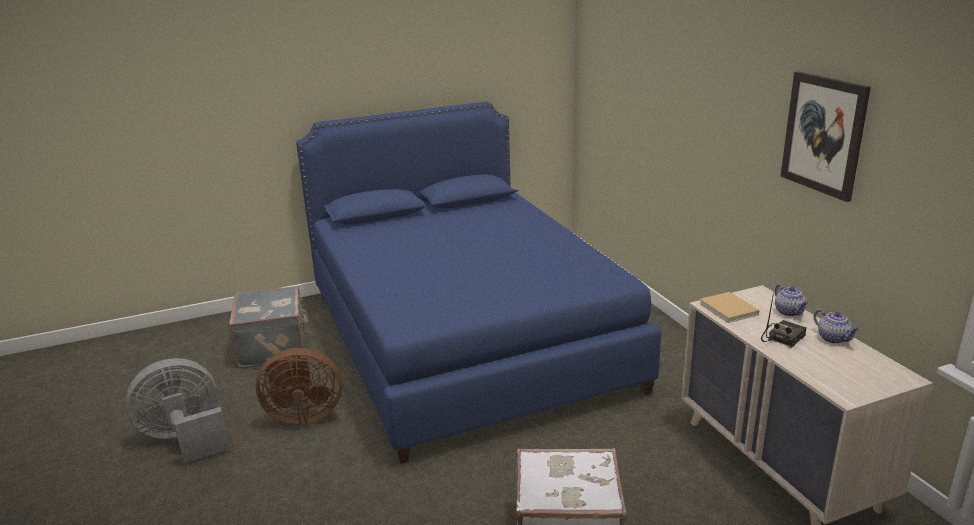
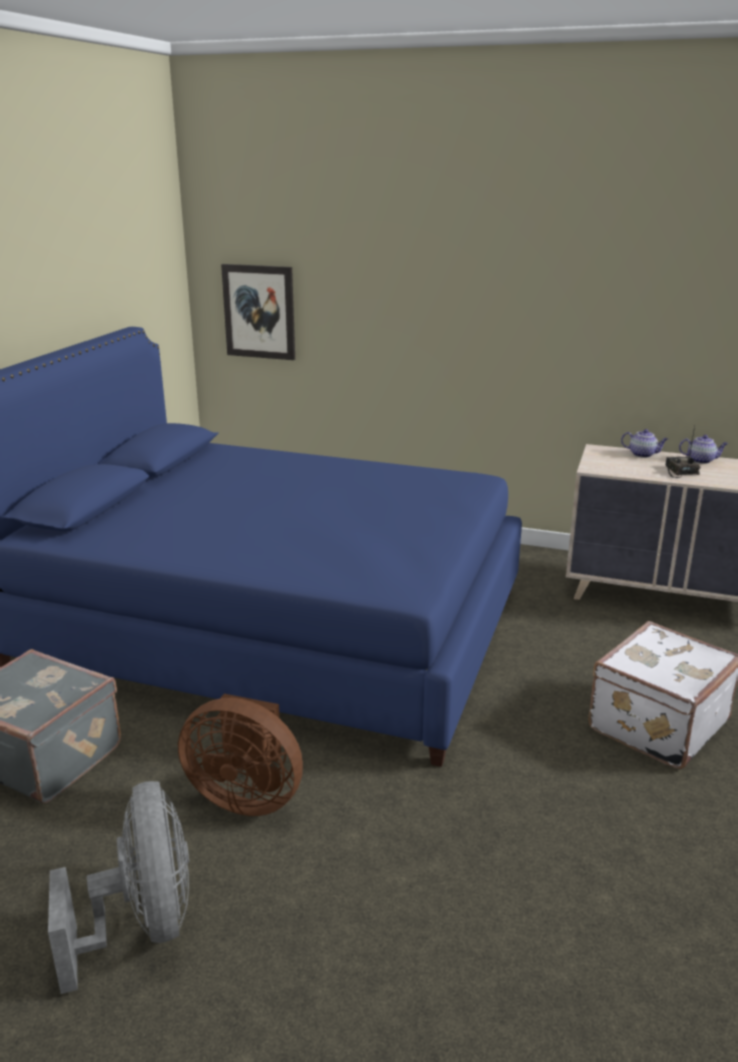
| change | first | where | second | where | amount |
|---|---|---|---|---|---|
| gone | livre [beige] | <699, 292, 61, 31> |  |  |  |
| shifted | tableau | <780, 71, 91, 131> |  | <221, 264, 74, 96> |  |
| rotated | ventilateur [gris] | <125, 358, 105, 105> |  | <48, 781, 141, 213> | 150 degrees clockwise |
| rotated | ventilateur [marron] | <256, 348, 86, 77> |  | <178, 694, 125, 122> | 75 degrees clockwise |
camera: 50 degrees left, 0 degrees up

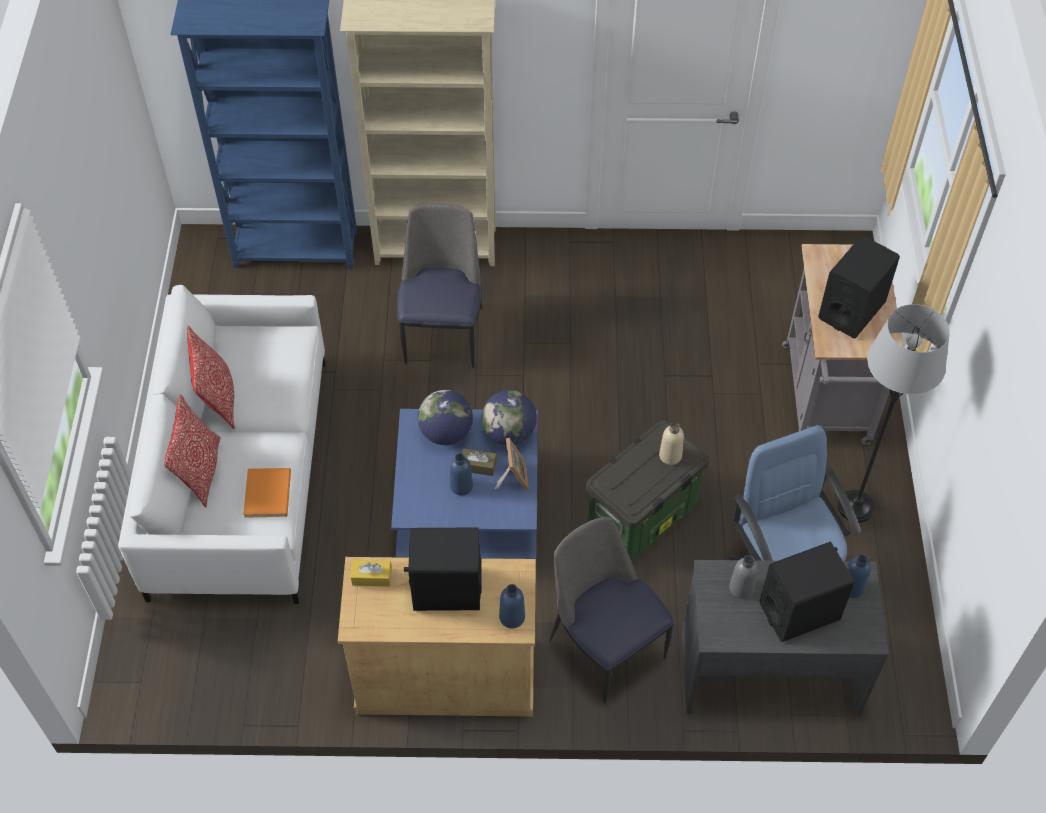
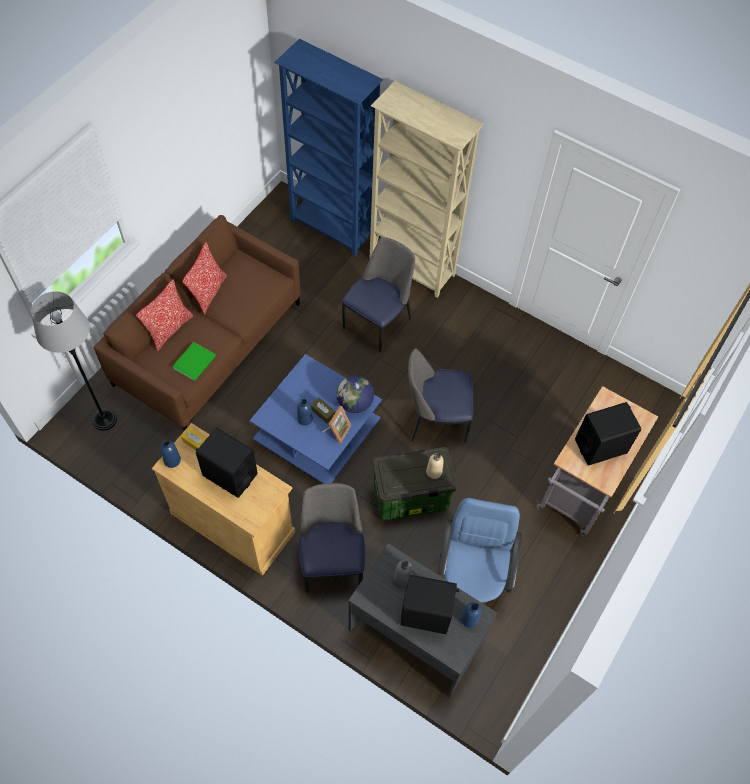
| change | first | where | second | where | amount |
|---|---|---|---|---|---|
| gone | globe | <417, 390, 56, 55> |  |  |  |
| new |  |  | chaise | <408, 348, 65, 95> |  |
| shifted | bouteille [bleu] | <499, 584, 26, 44> |  | <160, 440, 21, 28> |  |
| shifted | lampadaire [gris] | <838, 304, 112, 219> |  | <31, 291, 86, 140> |  |
| repainted | canapé [blanc] | <118, 285, 208, 319> | canapé [marron] | <94, 215, 206, 216> |  |
| repainted | livre [orange] | <243, 468, 48, 50> | livre [vert] | <172, 342, 44, 39> |  |
camera: 30 degrees right, 5 degrees up

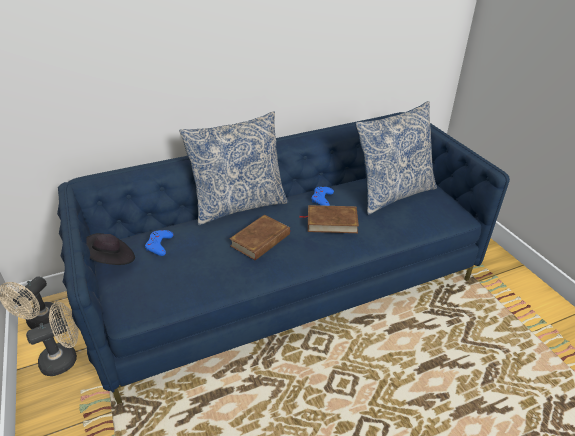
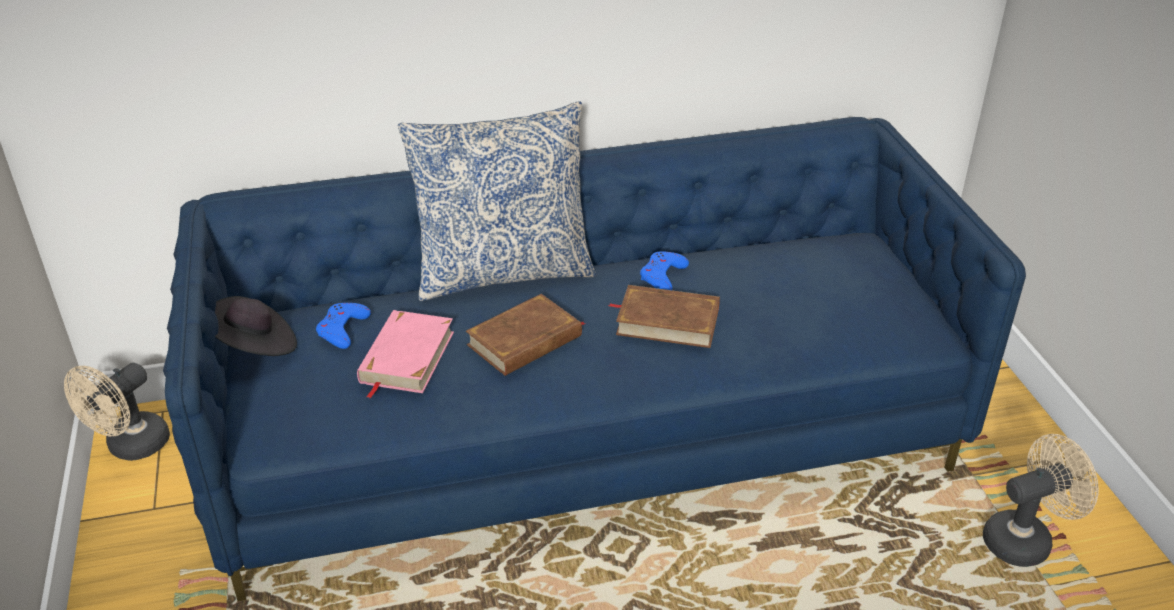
| change | first | where | second | where | amount |
|---|---|---|---|---|---|
| gone | coussin | <355, 101, 82, 114> |  |  |  |
| new |  |  | livre [rose] | <357, 310, 97, 88> |  |
| shifted | ventilateur [beige] | <26, 302, 52, 74> |  | <983, 434, 116, 133> |  |
camera: 10 degrees right, 0 degrees up

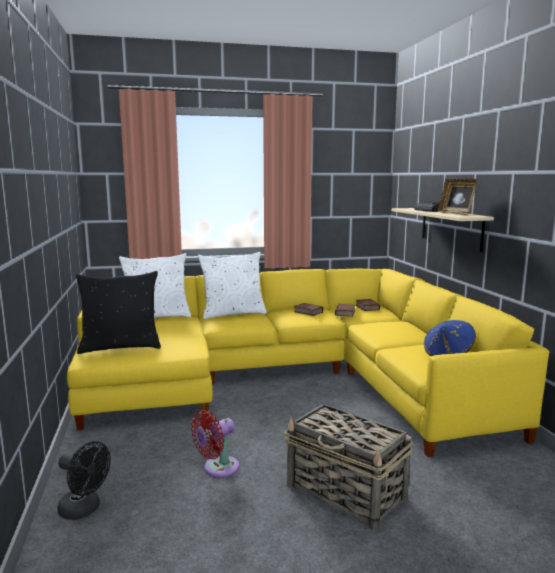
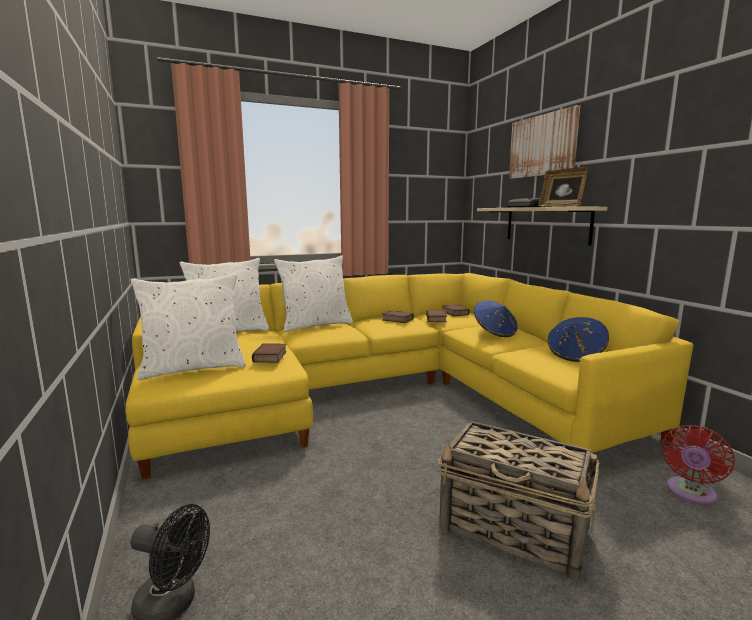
| change | first | where | second | where | amount |
|---|---|---|---|---|---|
| new |  |  | livre | <252, 343, 35, 20> |  |
| new |  |  | chapeau [bleu] | <474, 300, 44, 37> |  |
| new |  |  | tableau | <509, 105, 71, 74> |  |
| shifted | ventilateur [rouge] | <191, 410, 48, 68> |  | <662, 425, 73, 80> |  |
| repainted | coussin [noir] | <76, 271, 85, 83> | coussin [blanc] | <131, 273, 115, 107> |  |
camera: 10 degrees left, 0 degrees up

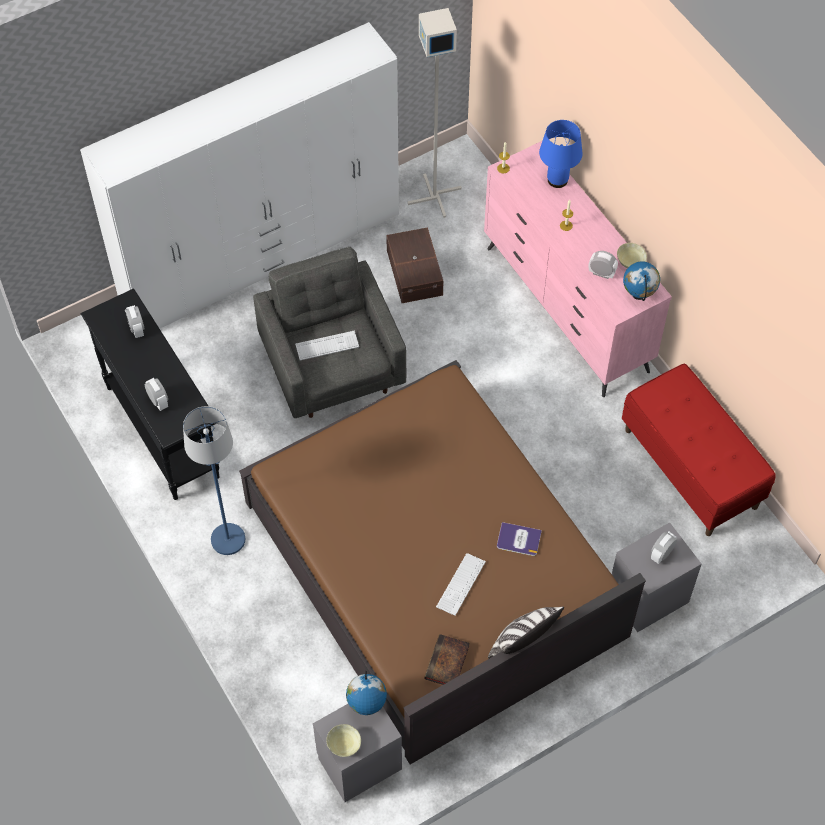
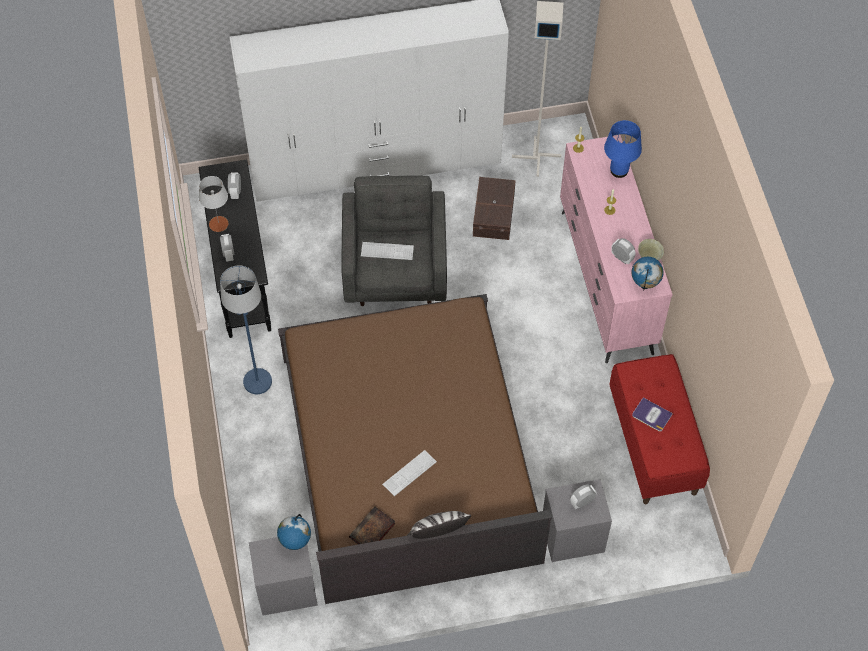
| change | first | where | second | where | amount |
|---|---|---|---|---|---|
| gone | bol [beige] | <326, 724, 35, 33> |  |  |  |
| new |  |  | lampe de table [gris] | <199, 176, 29, 56> |  |
| shifted | livre | <497, 522, 45, 34> |  | <632, 398, 41, 34> |  |
camera: 20 degrees right, 0 degrees up

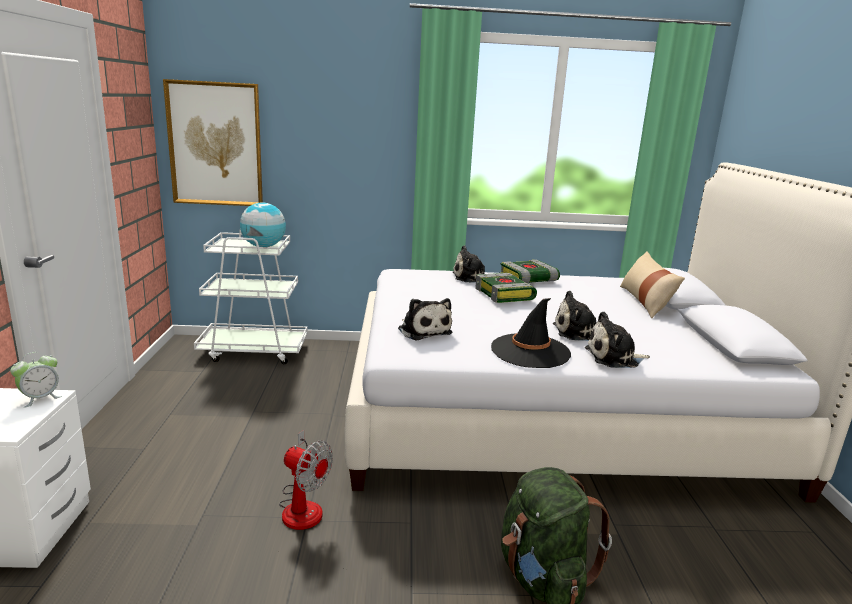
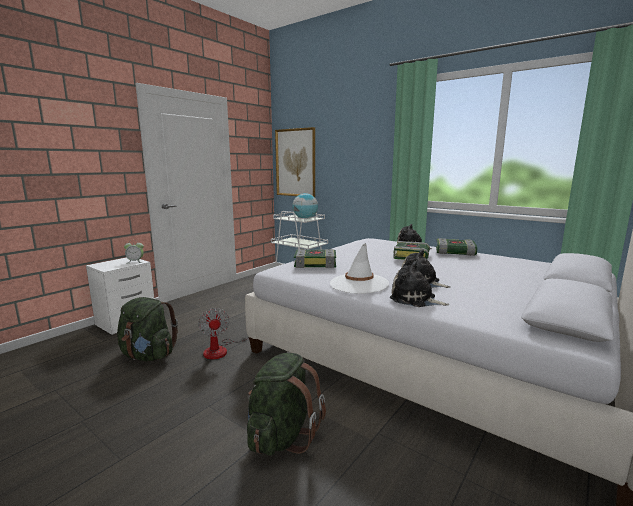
| change | first | where | second | where | amount |
|---|---|---|---|---|---|
| gone | coussin [beige] | <620, 251, 65, 67> |  |  |  |
| new |  |  | sac à dos [vert] | <117, 297, 61, 64> |  |
| swapped | peluche | <398, 298, 54, 43> | livre | <294, 249, 42, 19> |  |
| repainted | chapeau [noir] | <491, 298, 80, 70> | chapeau [blanc] | <330, 243, 59, 51> |  |
camera: 40 degrees right, 5 degrees down

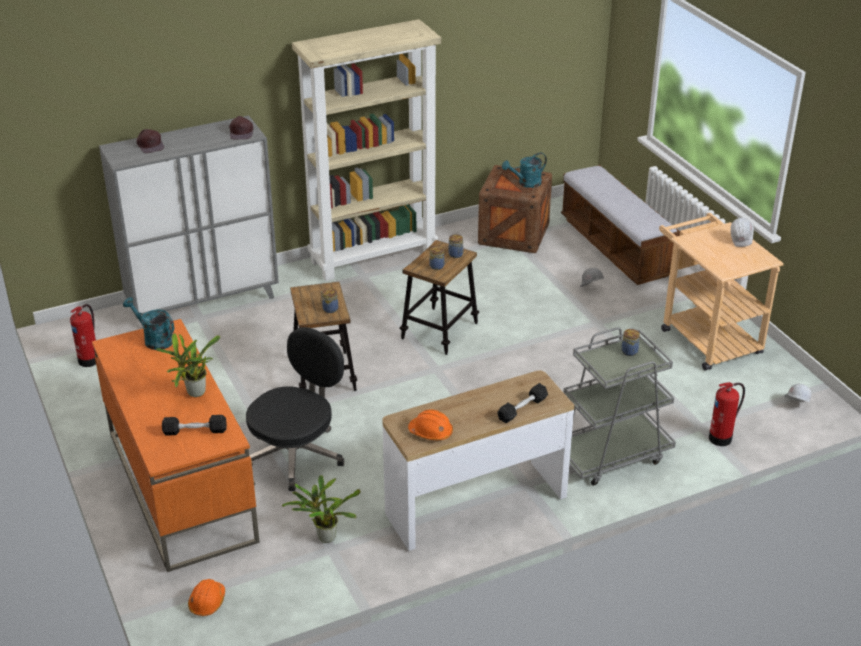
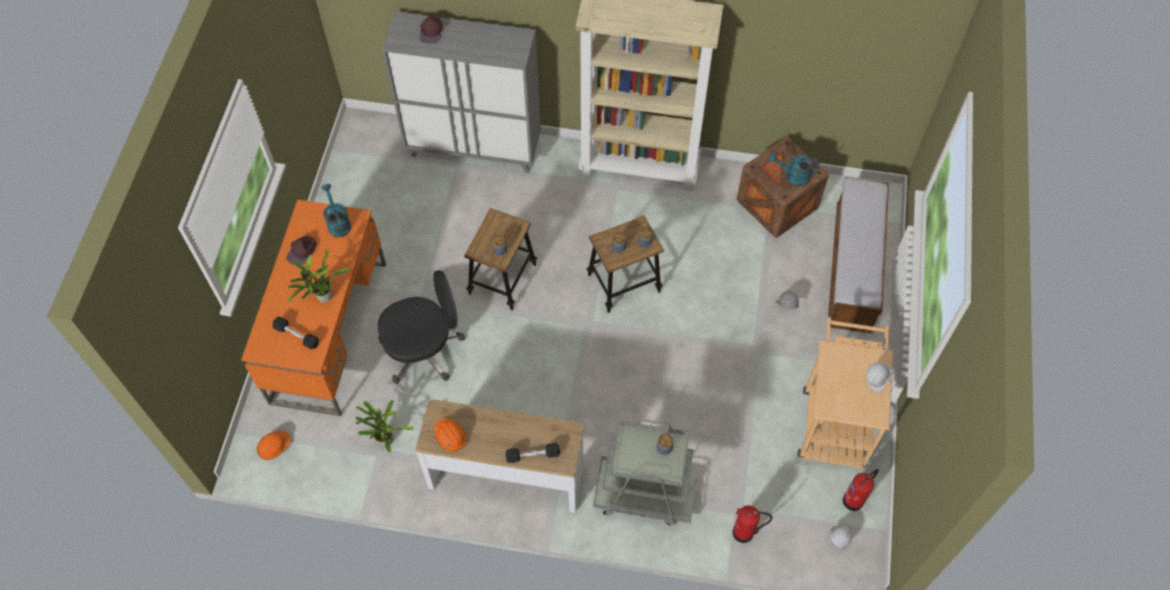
| change | first | where | second | where | amount |
|---|---|---|---|---|---|
| shifted | extincteur | <70, 304, 26, 63> |  | <843, 469, 36, 42> |  |
| shifted | casquette [marron] | <229, 116, 24, 24> |  | <286, 236, 31, 29> |  |
camera: 35 degrees right, 25 degrees up

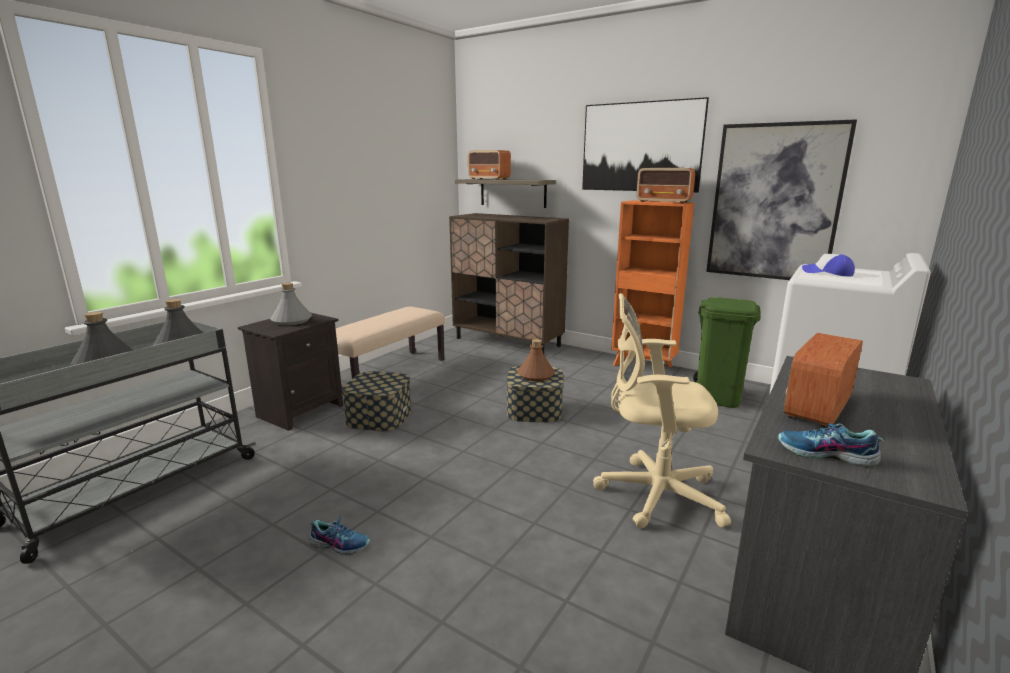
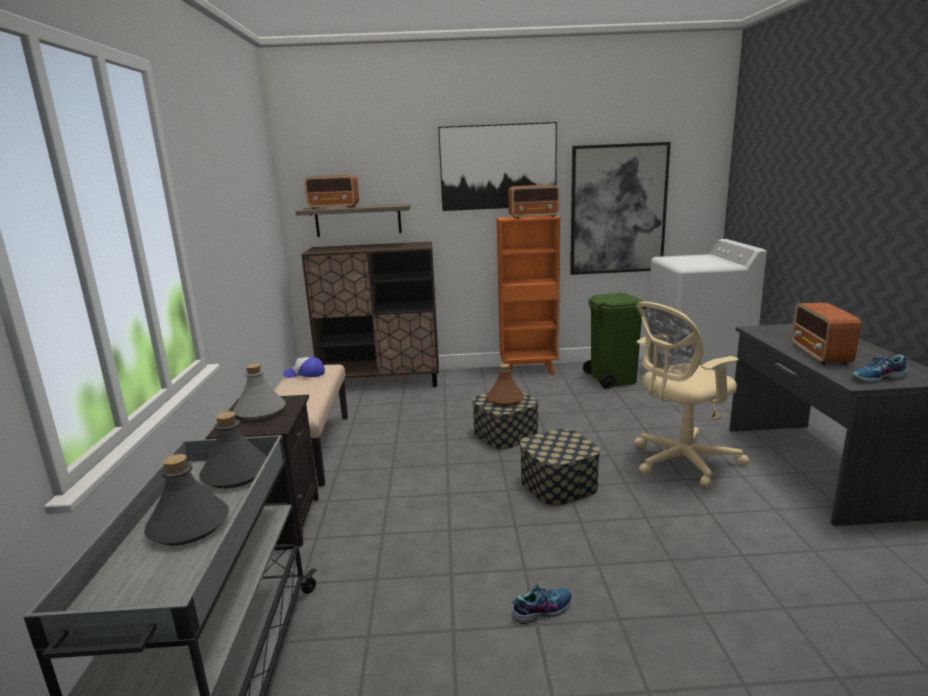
| change | first | where | second | where | amount |
|---|---|---|---|---|---|
| shifted | boîte de rangement | <342, 371, 69, 61> |  | <520, 429, 80, 77> |  |
| shifted | casquette | <802, 254, 53, 22> |  | <283, 357, 42, 21> |  |
camera: 35 degrees left, 0 degrees up

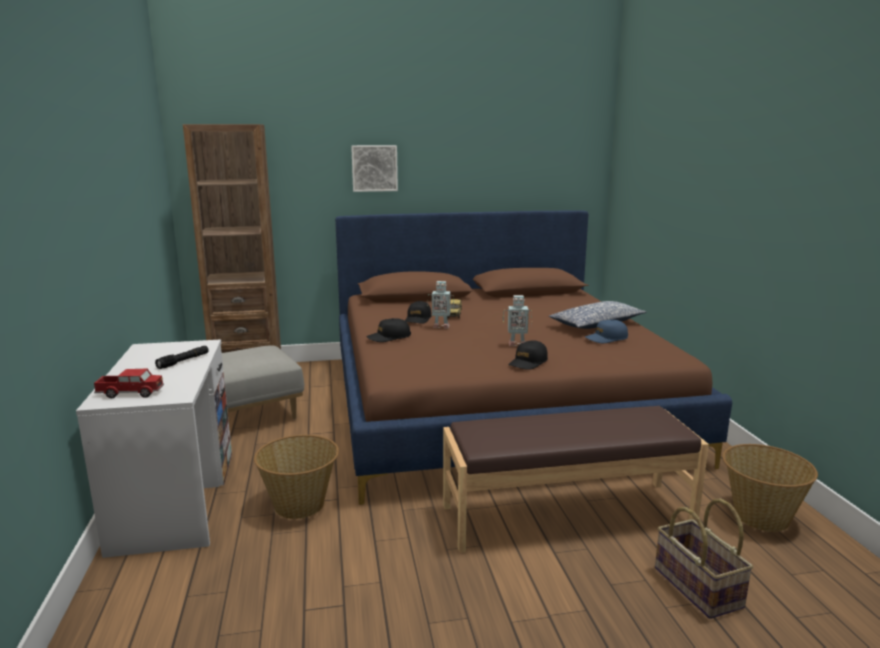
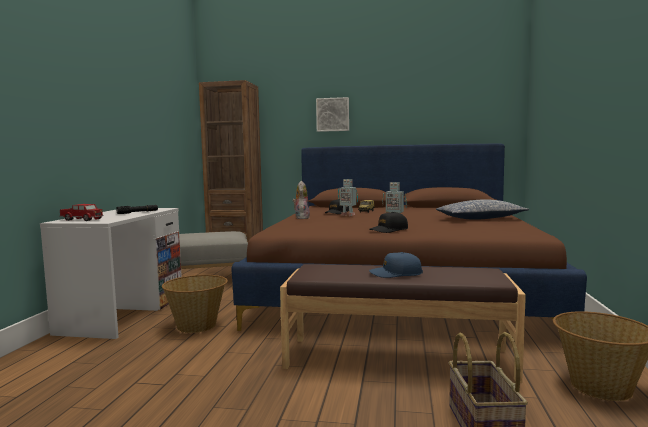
| change | first | where | second | where | amount |
|---|---|---|---|---|---|
| shifted | casquette [bleu] | <585, 320, 43, 23> |  | <369, 252, 54, 26> |  |
| swapped | casquette [noir] | <366, 318, 45, 24> | peluche | <293, 181, 17, 38> |  |
camera: 20 degrees right, 10 degrees down

